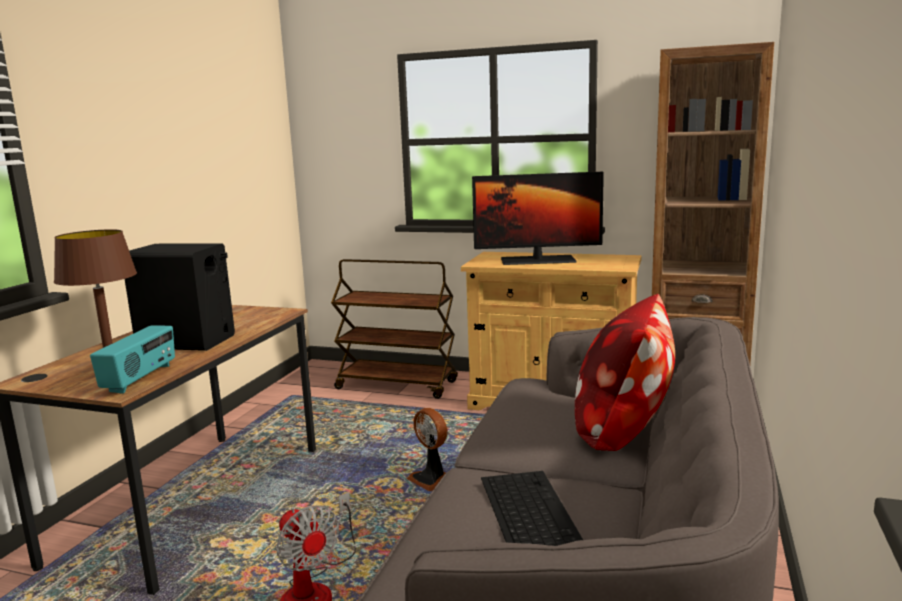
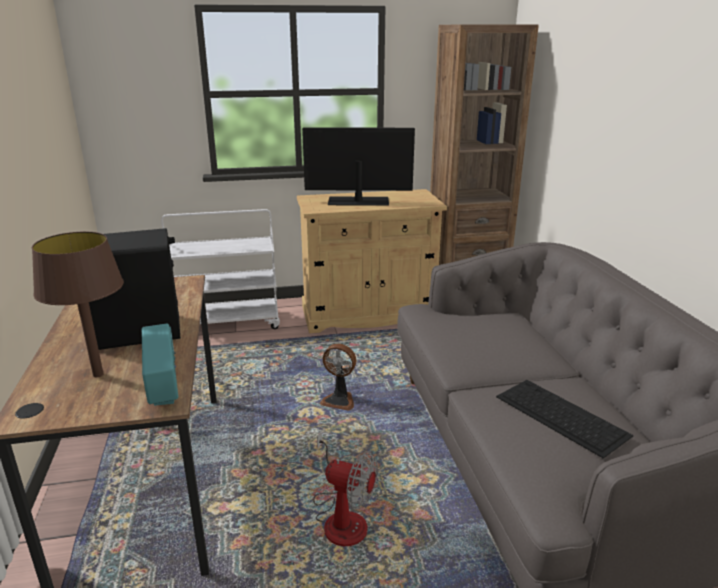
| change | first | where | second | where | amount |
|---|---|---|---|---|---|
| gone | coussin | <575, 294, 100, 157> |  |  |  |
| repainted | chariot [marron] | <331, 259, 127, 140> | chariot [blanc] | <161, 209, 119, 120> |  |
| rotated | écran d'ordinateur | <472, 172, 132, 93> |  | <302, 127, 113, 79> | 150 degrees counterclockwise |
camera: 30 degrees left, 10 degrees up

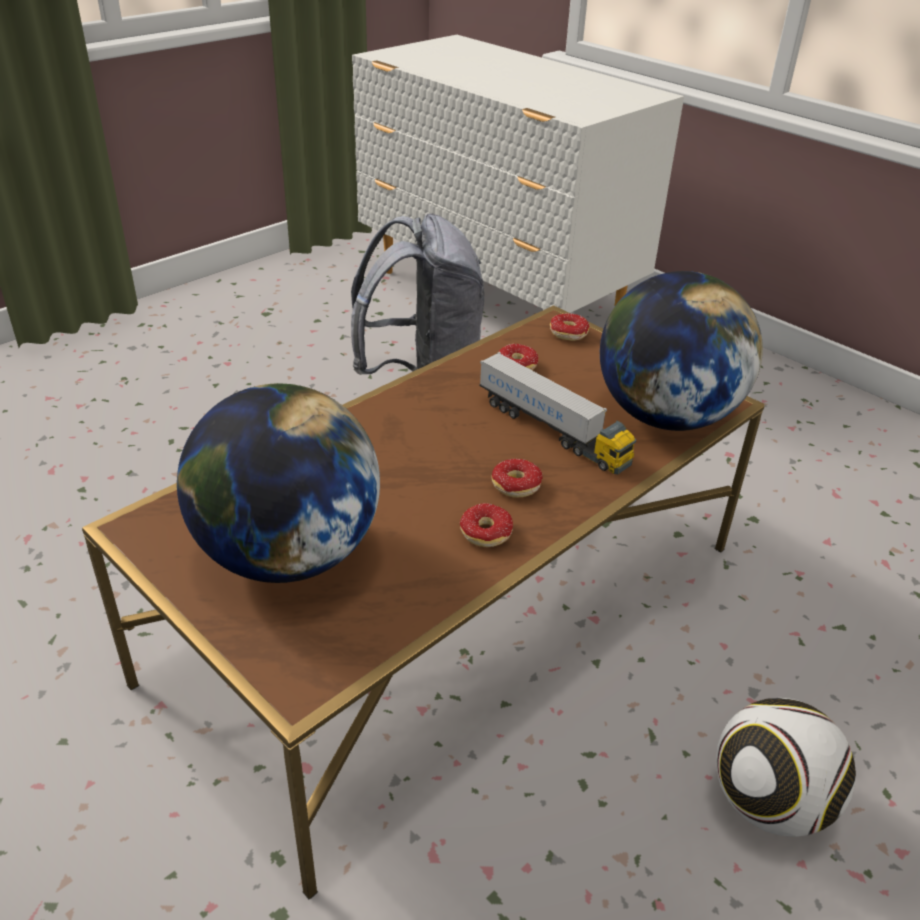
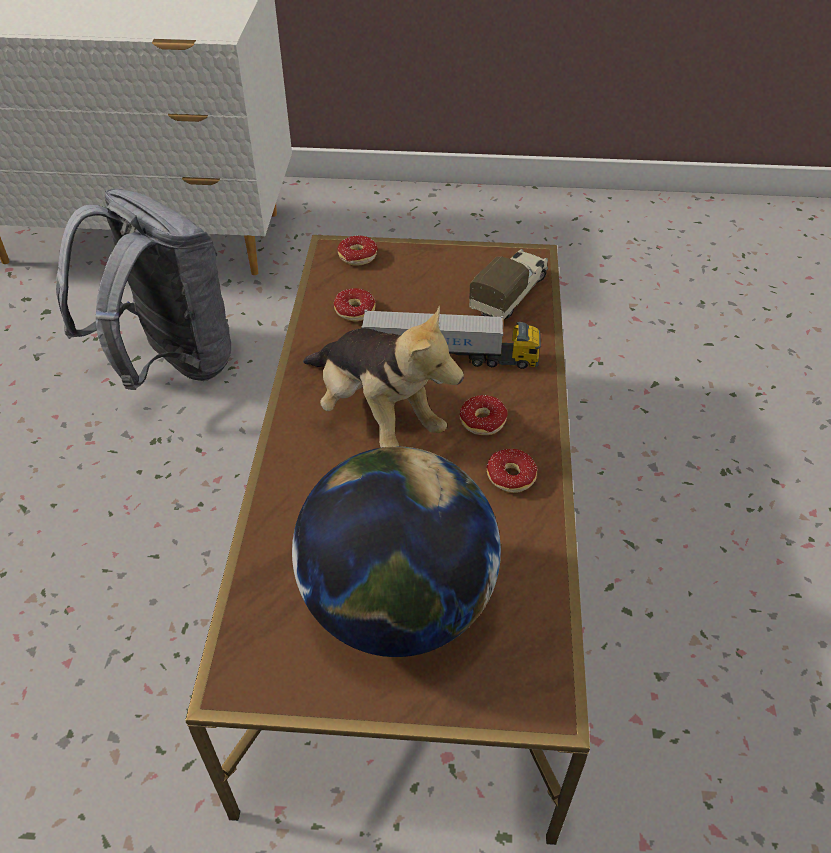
| change | first | where | second | where | amount |
|---|---|---|---|---|---|
| gone | ballon de foot | <716, 698, 140, 139> |  |  |  |
| new |  |  | peluche | <303, 306, 161, 142> |  |
| swapped | globe | <600, 271, 163, 160> | camion jouet | <469, 249, 79, 71> |  |
camera: 40 degrees left, 10 degrees up

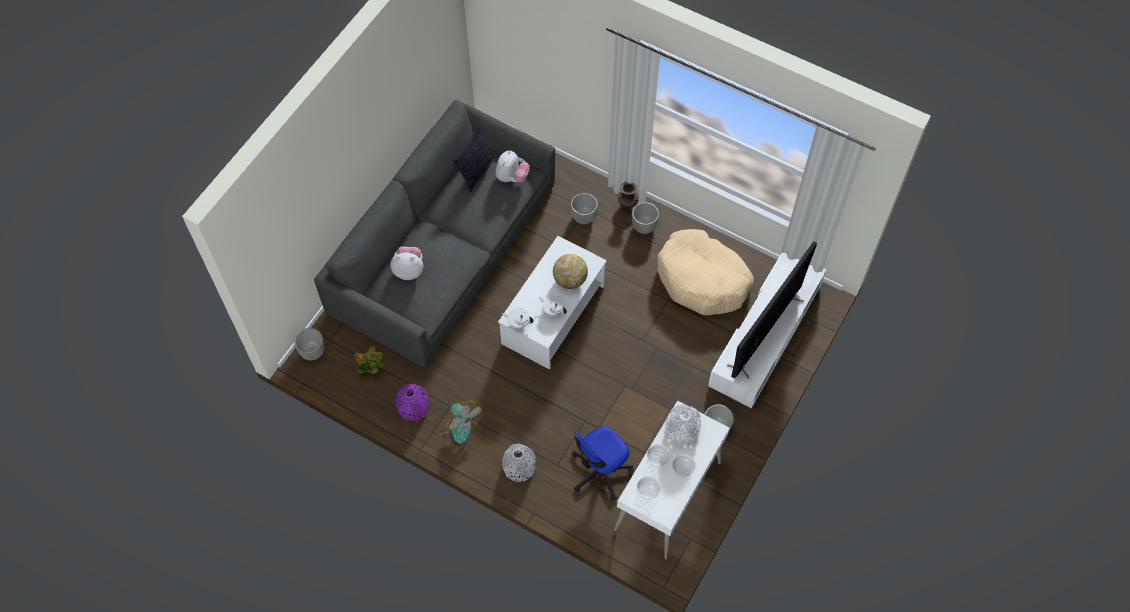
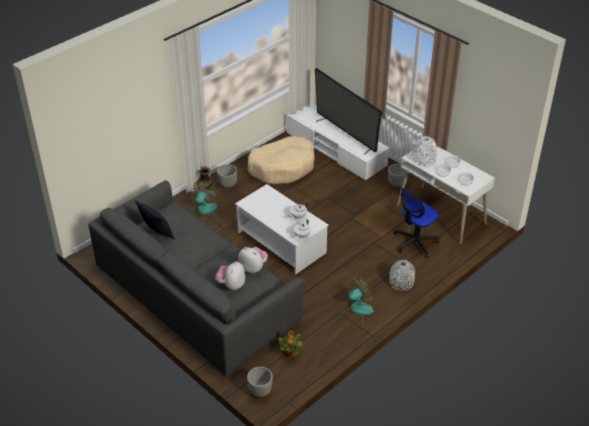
| change | first | where | second | where | amount |
|---|---|---|---|---|---|
| gone | vase [violet] | <395, 383, 34, 38> |  |  |  |
| gone | globe | <553, 254, 35, 35> |  |  |  |
| shifted | peluche | <495, 151, 35, 32> |  | <238, 247, 30, 26> |  |
| swapped | cache-pot [gris] | <571, 193, 27, 31> | ventilateur | <192, 181, 26, 41> |  |
| rotated | chaise de bureau | <571, 426, 62, 75> |  | <393, 188, 46, 70> | 75 degrees clockwise |
camera: 75 degrees left, 20 degrees down

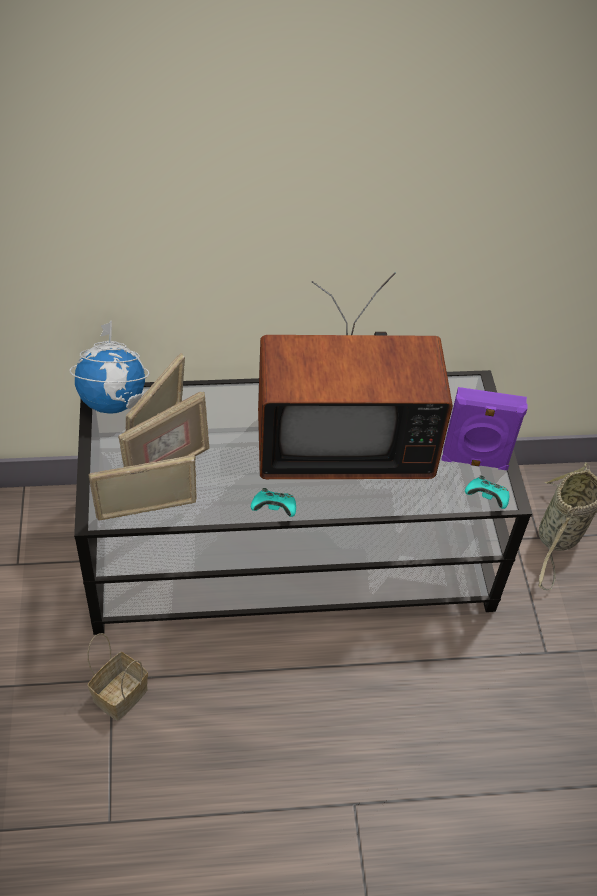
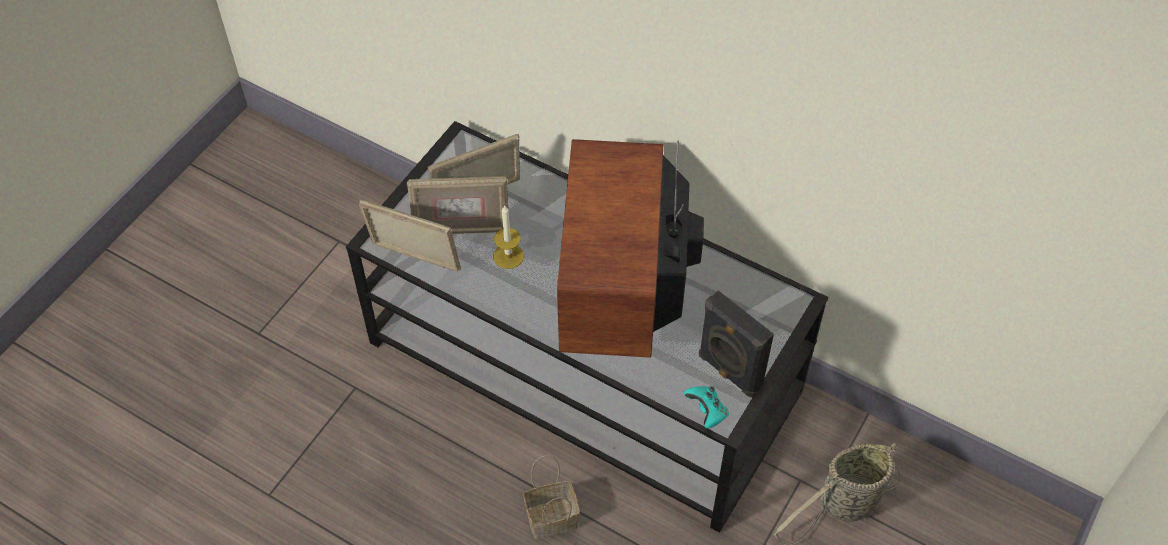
| change | first | where | second | where | amount |
|---|---|---|---|---|---|
| gone | globe | <69, 321, 81, 93> |  |  |  |
| gone | manette [turquoise] | <251, 488, 45, 29> |  |  |  |
| new |  |  | bougie | <493, 206, 31, 63> |  |
| shifted | panier | <87, 633, 61, 88> |  | <524, 455, 56, 84> |  |
| repainted | enceinte [violet] | <441, 387, 87, 83> | enceinte [noir] | <699, 290, 75, 108> |  |
| rotated | téléviseur | <258, 272, 195, 207> |  | <557, 139, 147, 219> | 60 degrees clockwise |
camera: 40 degrees right, 5 degrees up

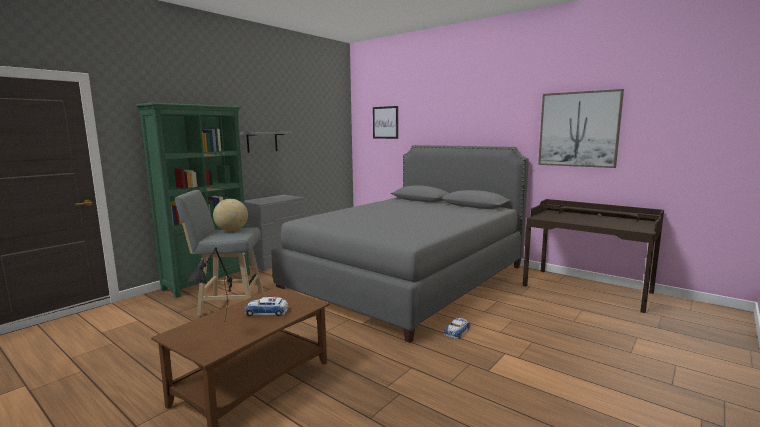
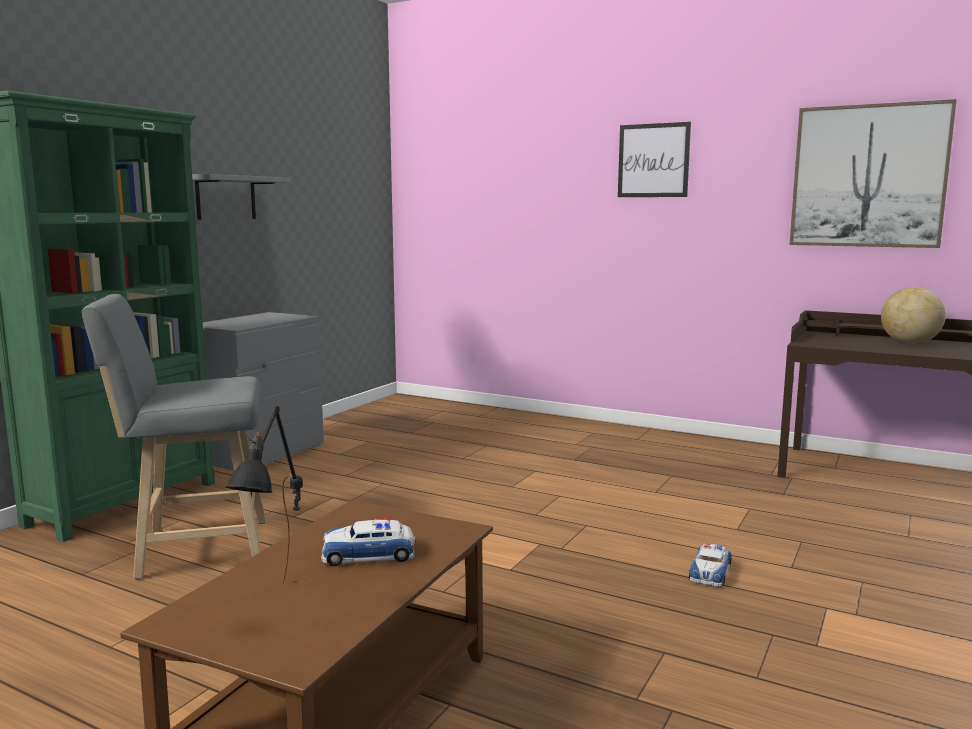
| change | first | where | second | where | amount |
|---|---|---|---|---|---|
| gone | lit [gris] | <271, 145, 258, 198> |  |  |  |
| shifted | globe | <213, 199, 35, 33> |  | <881, 287, 65, 58> |  |
| shifted | tableau | <373, 106, 25, 33> |  | <618, 122, 73, 75> |  |
camera: 10 degrees left, 0 degrees up

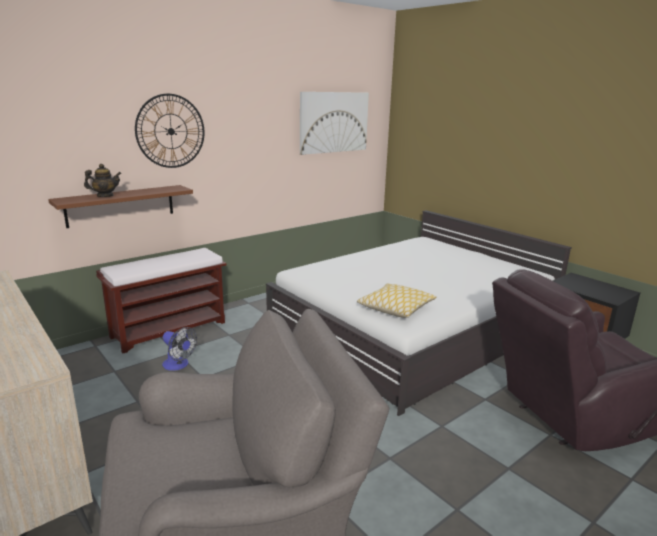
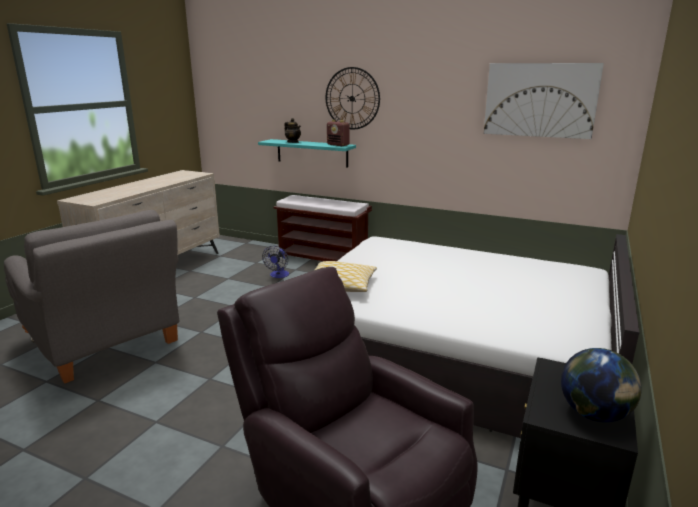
| change | first | where | second | where | amount |
|---|---|---|---|---|---|
| new |  |  | radio | <327, 120, 23, 26> |  |
| new |  |  | globe | <561, 348, 81, 74> |  |
| repainted | étagère [marron] | <48, 185, 145, 43> | étagère [turquoise] | <258, 139, 98, 28> |  |
camera: 65 degrees right, 0 degrees up

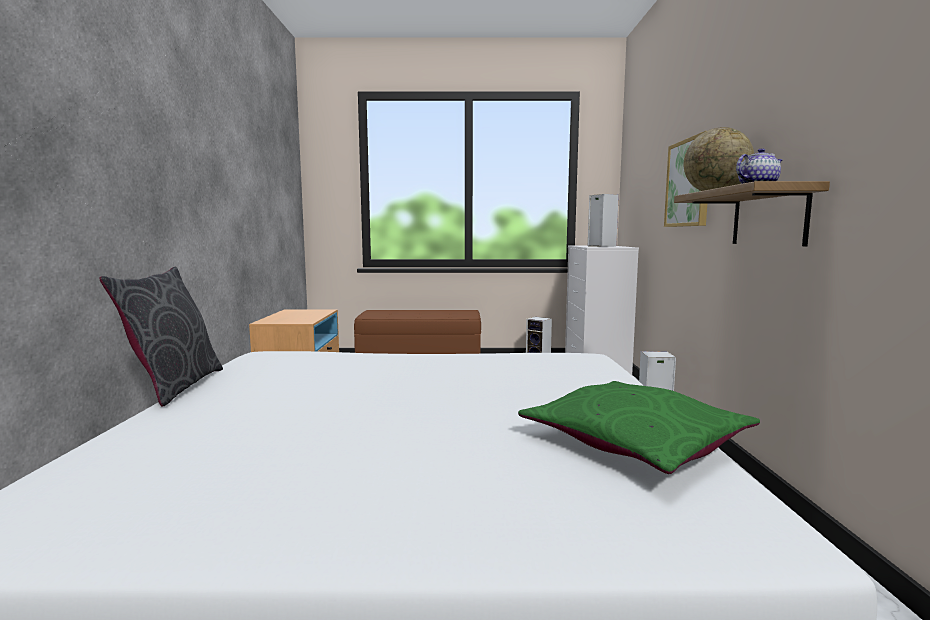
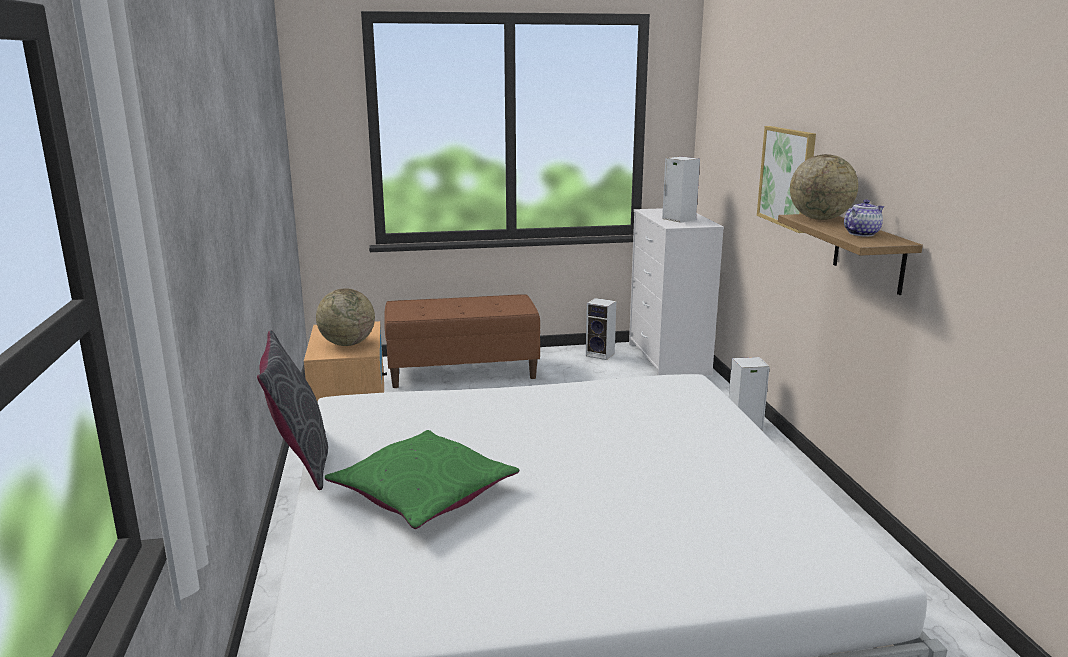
| change | first | where | second | where | amount |
|---|---|---|---|---|---|
| new |  |  | globe | <316, 288, 59, 58> |  |
| shifted | coussin [vert] | <518, 381, 242, 93> |  | <325, 430, 194, 99> |  |
camera: 10 degrees left, 10 degrees up

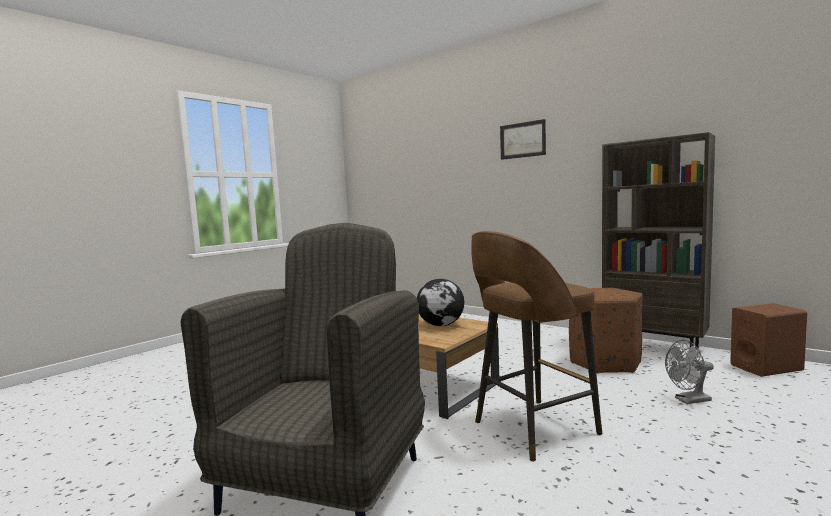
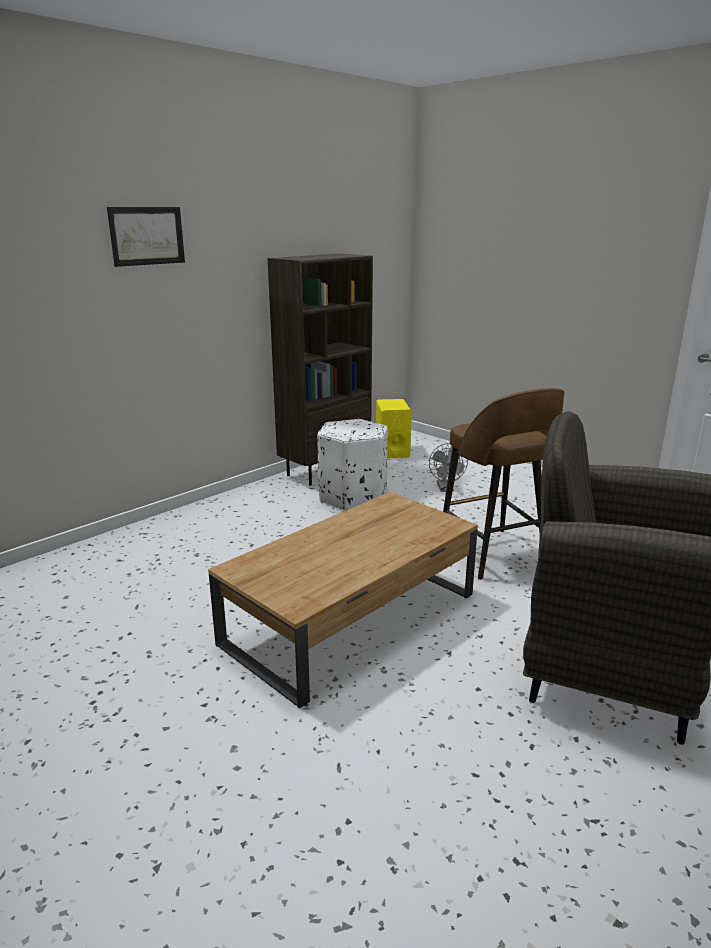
| change | first | where | second | where | amount |
|---|---|---|---|---|---|
| gone | globe | <417, 279, 48, 47> |  |  |  |
| repainted | pouf [marron] | <569, 288, 74, 86> | pouf [blanc] | <317, 419, 71, 92> |  |
| repainted | enceinte [marron] | <730, 303, 77, 74> | enceinte [jaune] | <376, 399, 36, 59> |  |
camera: 85 degrees left, 15 degrees up

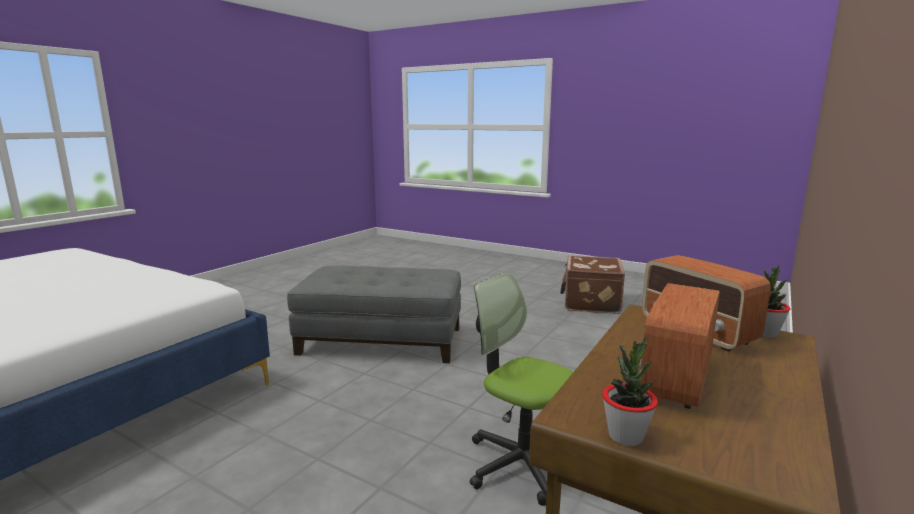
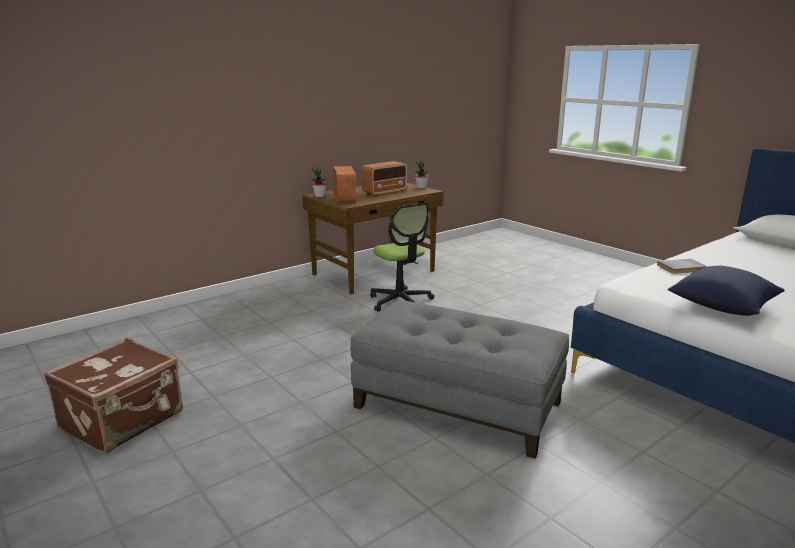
| change | first | where | second | where | amount |
|---|---|---|---|---|---|
| new |  |  | livre [gris] | <657, 259, 50, 15> |  |
| new |  |  | coussin [bleu] | <668, 266, 117, 50> |  |
camera: 160 degrees left, 5 degrees up

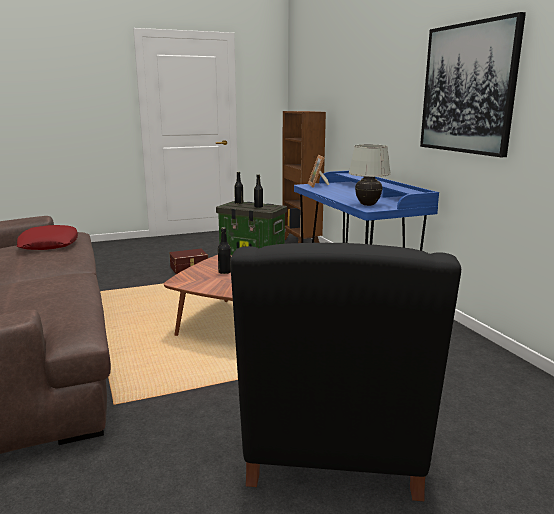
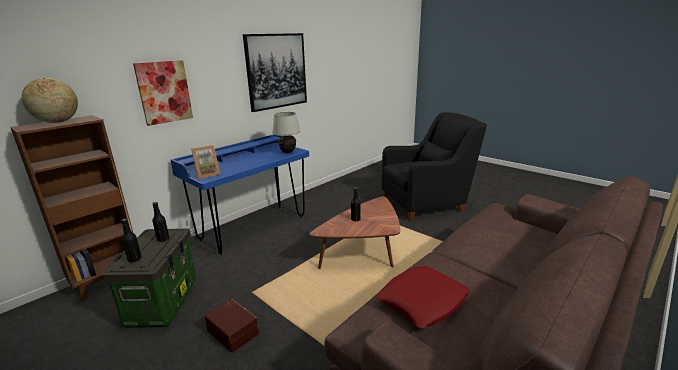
| change | first | where | second | where | amount |
|---|---|---|---|---|---|
| new |  |  | globe | <22, 78, 56, 45> |  |
| new |  |  | tableau | <133, 60, 60, 66> |  |
camera: 115 degrees left, 5 degrees up

